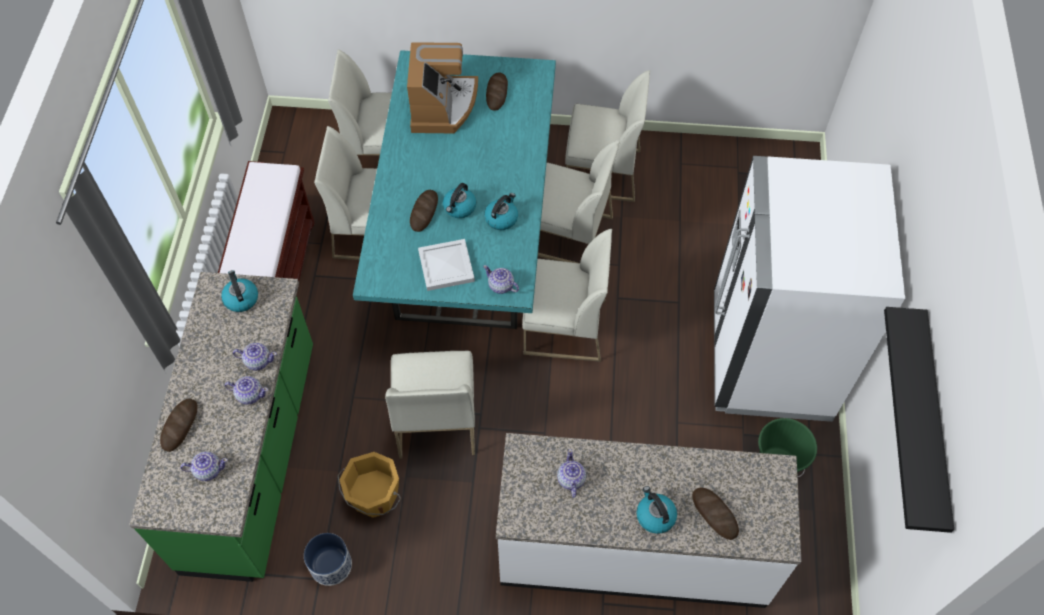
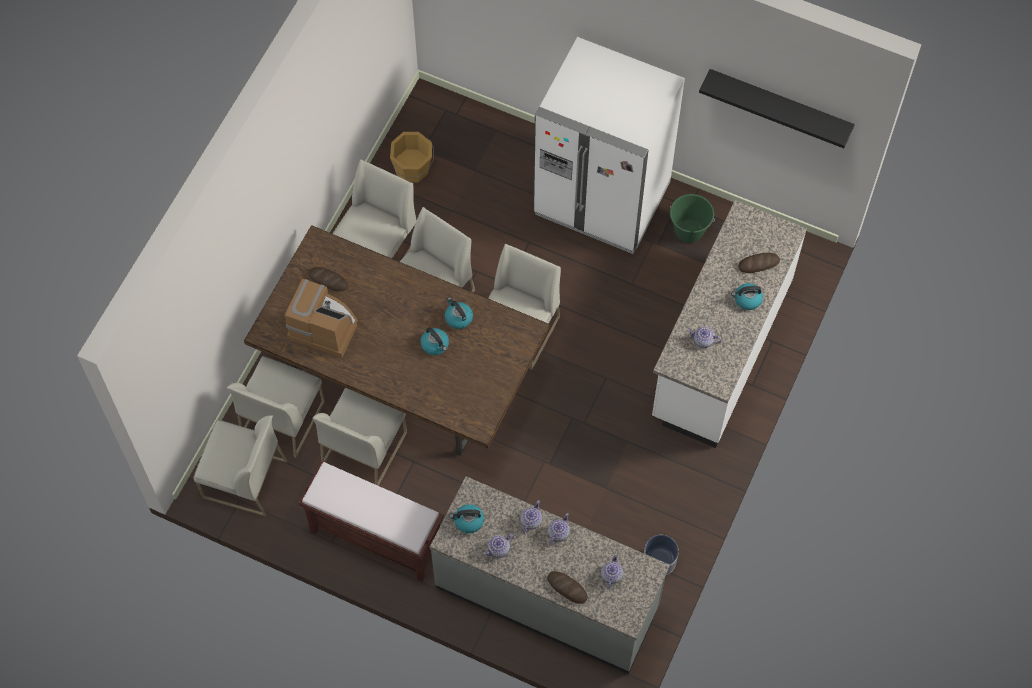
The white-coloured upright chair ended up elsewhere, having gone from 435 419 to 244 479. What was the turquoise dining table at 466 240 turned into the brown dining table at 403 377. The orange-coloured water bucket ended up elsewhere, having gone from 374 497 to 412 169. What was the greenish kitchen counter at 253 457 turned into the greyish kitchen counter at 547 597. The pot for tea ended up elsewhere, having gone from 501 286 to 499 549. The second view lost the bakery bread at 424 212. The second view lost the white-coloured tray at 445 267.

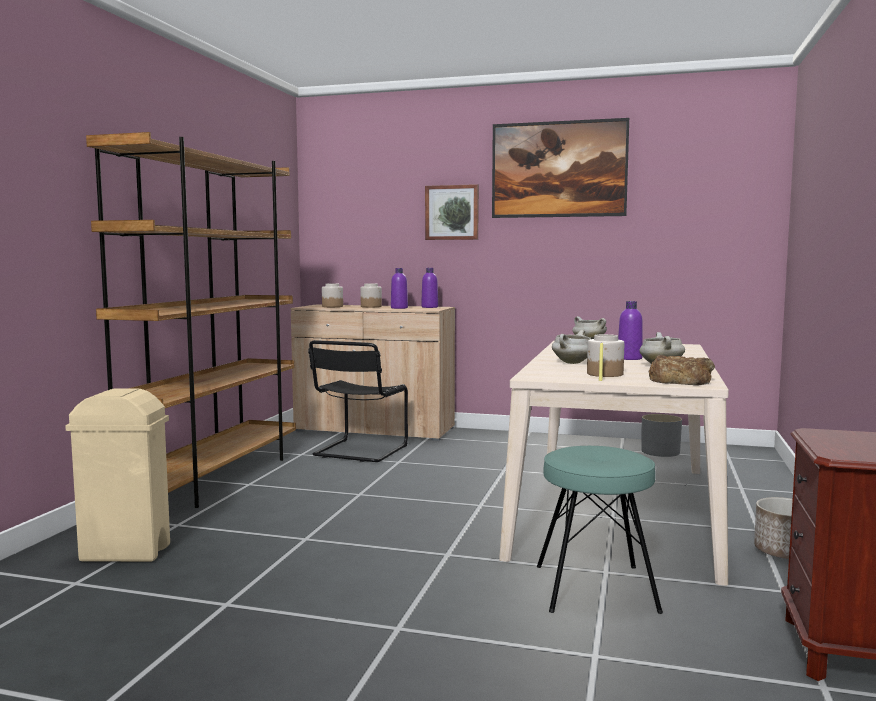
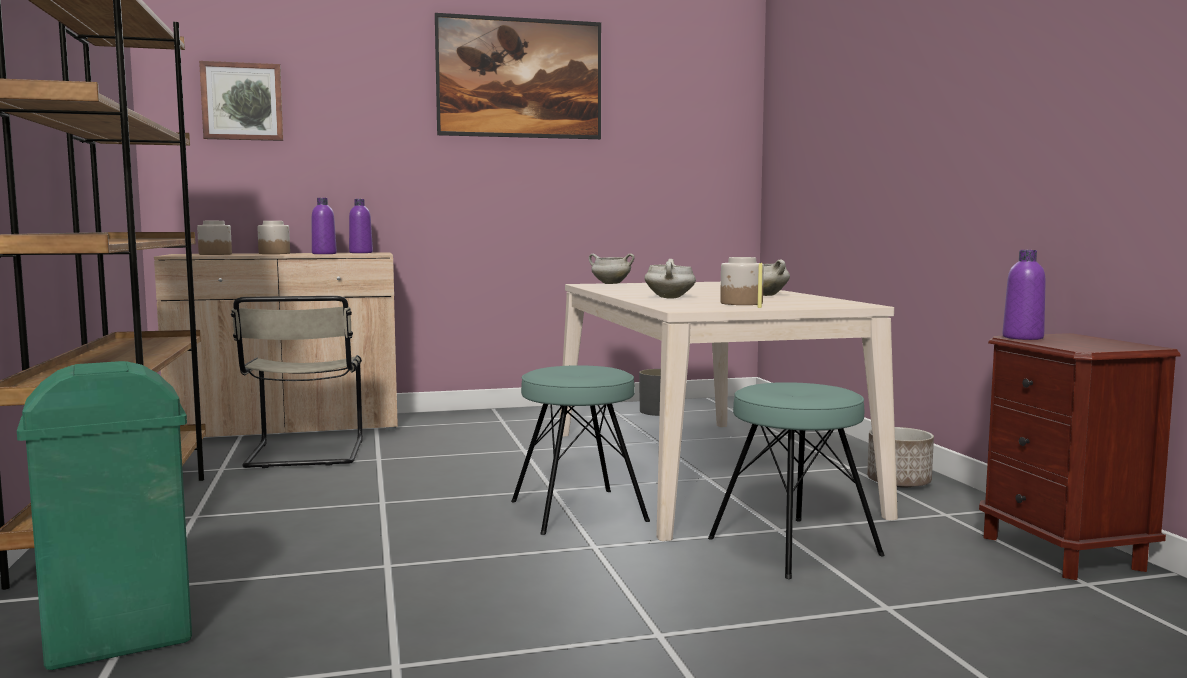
What was the sand-coloured waste bin at 126 553 turned into the greenish waste bin at 121 641. The wall art ended up elsewhere, having gone from 452 212 to 242 102. What was the blackish upright chair at 358 451 turned into the sand-coloured upright chair at 304 455. The second view gained the turquoise sitting stool at 578 511. The purple beverage bottle ended up elsewhere, having gone from 629 358 to 1022 337. The second view lost the bakery bread at 680 380.

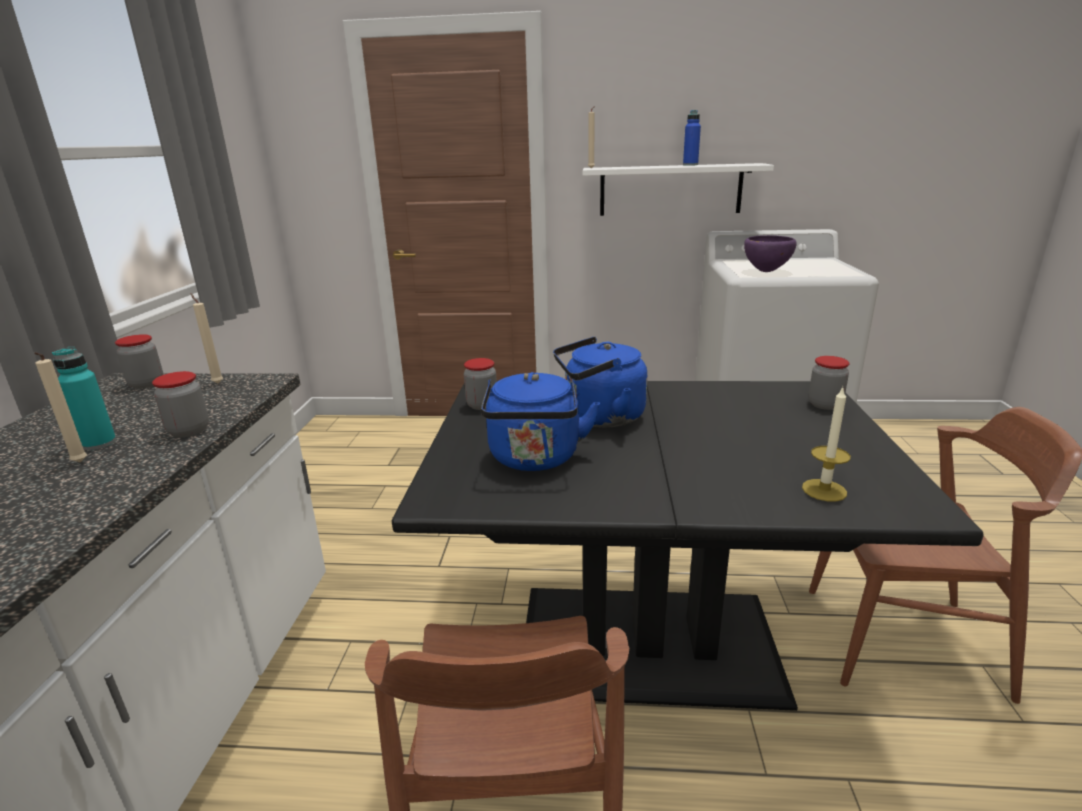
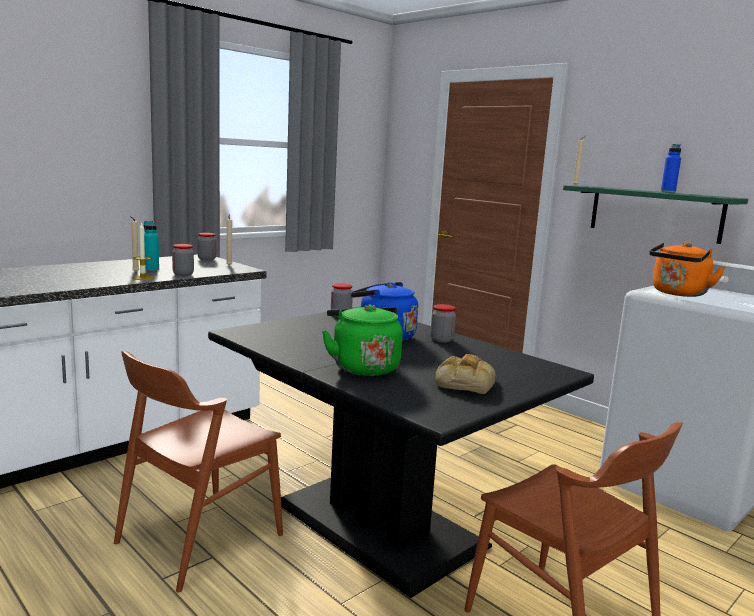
The wax light ended up elsewhere, having gone from 824 490 to 143 278. The second view gained the greenish tea kettle at 363 367. The storage jar ended up elsewhere, having gone from 824 404 to 441 339. The second view gained the bakery bread at 464 382. What was the white-coloured bracket shelf at 670 190 turned into the greenish bracket shelf at 654 213. Where the purple deep dish stood at 766 271, the orange-coloured tea kettle came to stand at 678 294. The second view lost the blue-coloured tea kettle at 535 459.

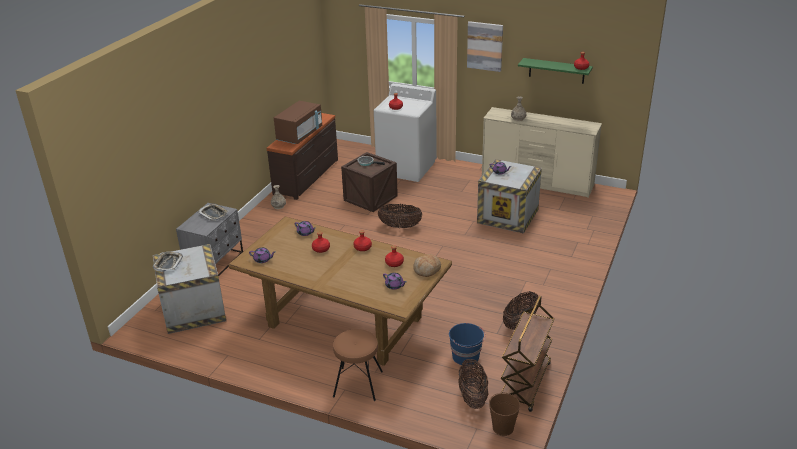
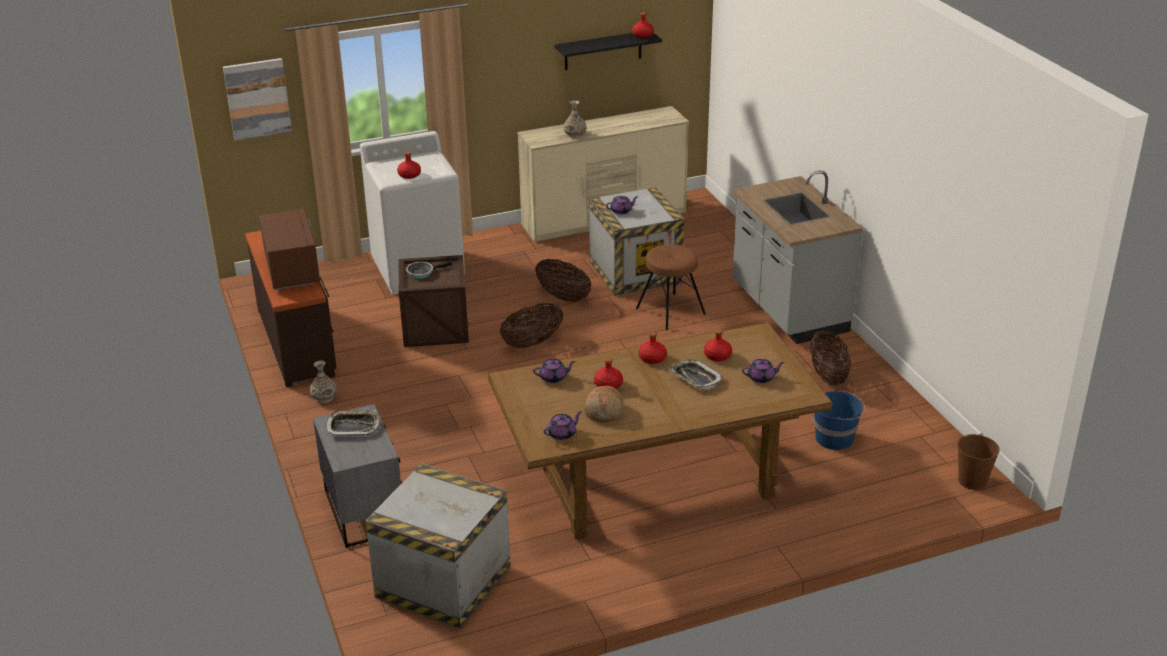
The wall art ended up elsewhere, having gone from 485 46 to 257 98. The household basket ended up elsewhere, having gone from 472 397 to 563 297. What was the greenish bracket shelf at 556 71 turned into the blackish bracket shelf at 603 50. The bakery bread ended up elsewhere, having gone from 427 270 to 604 411. The brown sitting stool ended up elsewhere, having gone from 358 384 to 670 311. The tray ended up elsewhere, having gone from 168 263 to 695 378. The second view gained the greyish kitchen counter at 787 310. The second view lost the brown wheeled cart at 525 384.

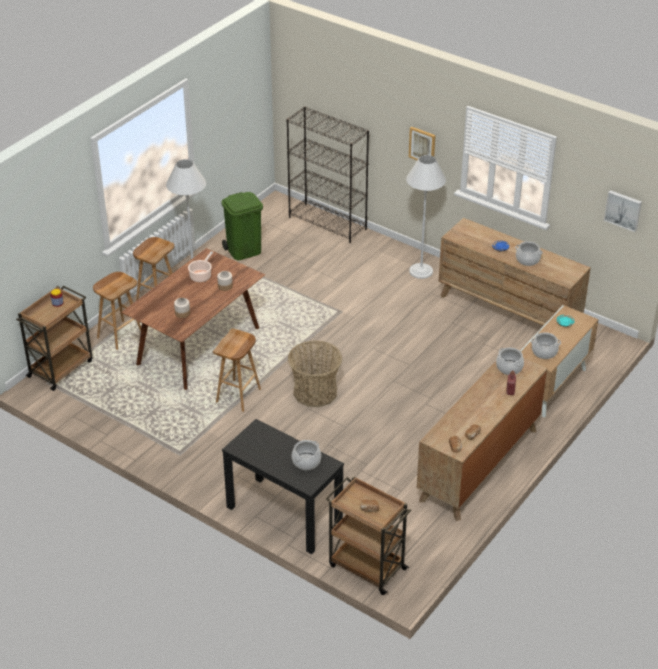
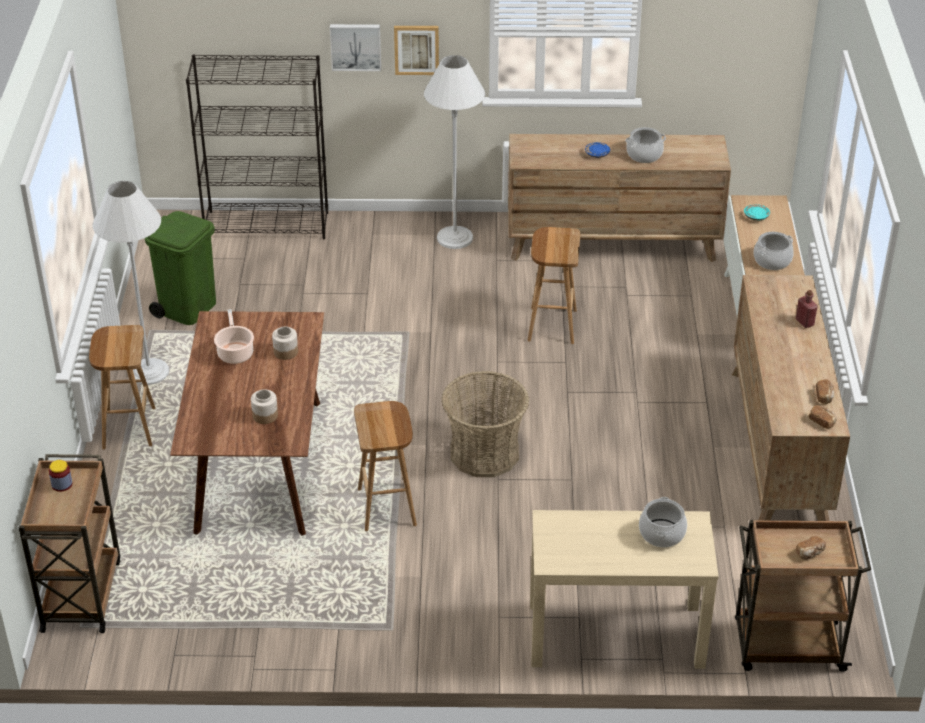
The wall art ended up elsewhere, having gone from 623 210 to 355 46. The brown sitting stool ended up elsewhere, having gone from 120 335 to 551 325. What was the blackish narrow table at 283 514 turned into the sand-coloured narrow table at 615 635. The second view lost the cooking pot at 509 368.

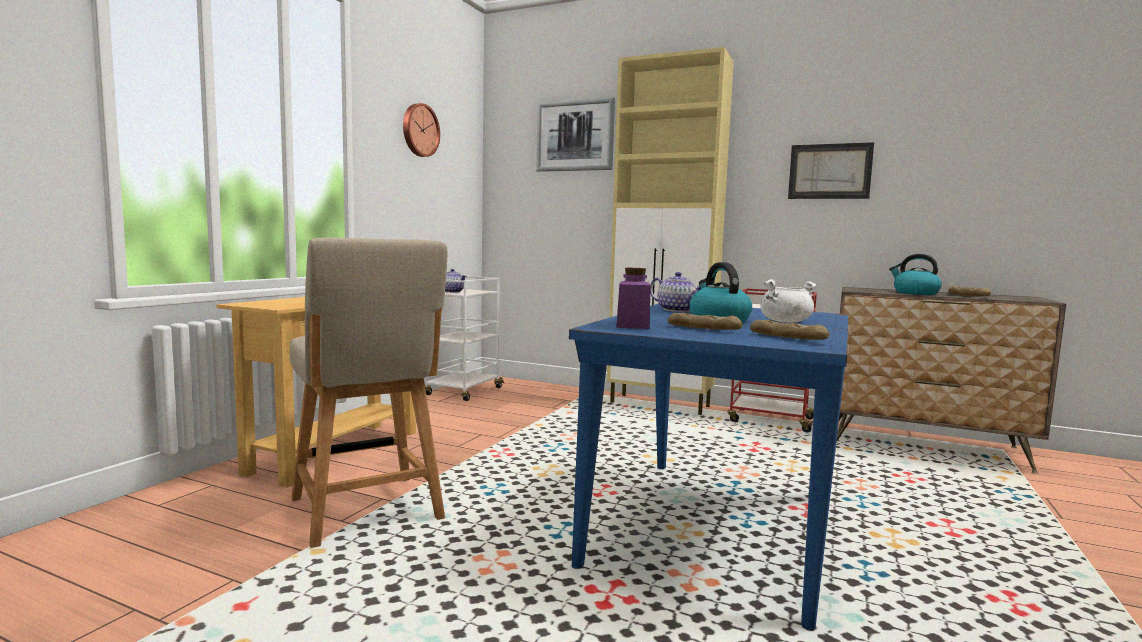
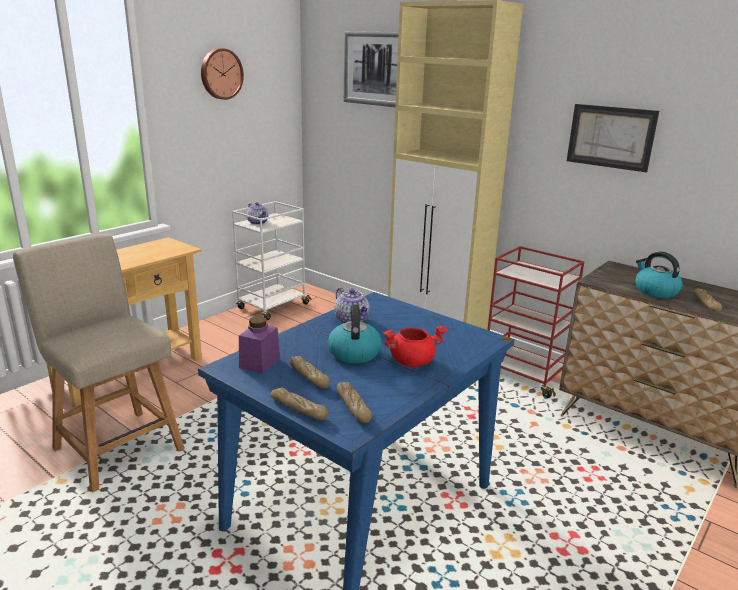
The sand-coloured upright chair at 368 512 ended up facing another way, 150 degrees clockwise from before. The second view gained the bakery bread at 298 409. What was the white-coloured cooking pot at 785 322 turned into the red cooking pot at 412 361.

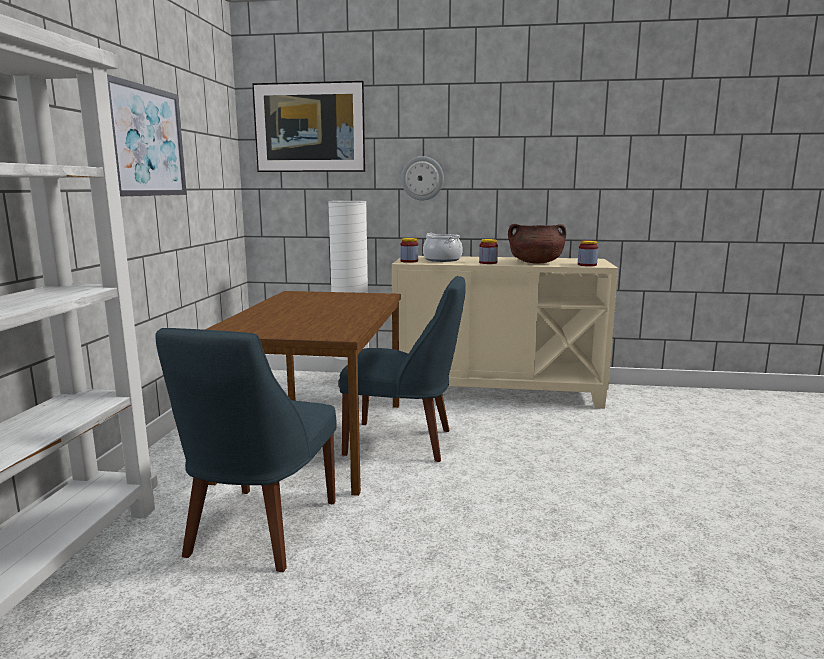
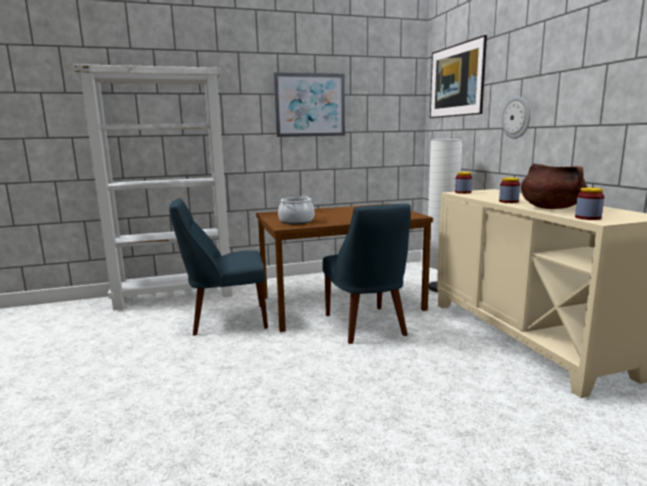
The cooking pot ended up elsewhere, having gone from 442 260 to 296 221.

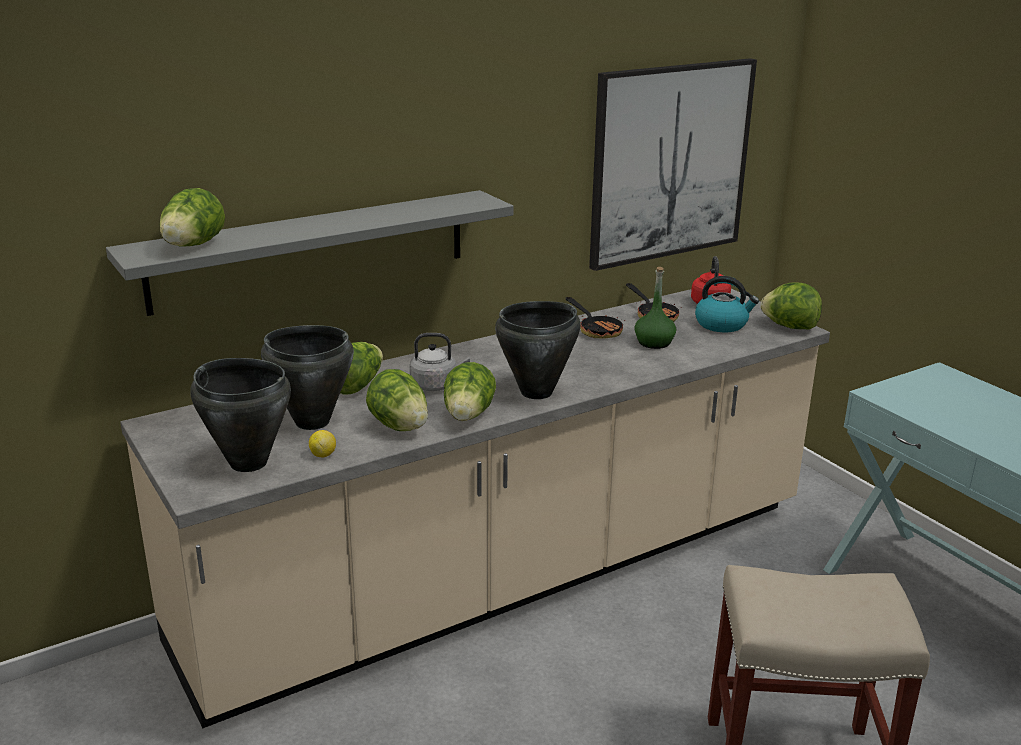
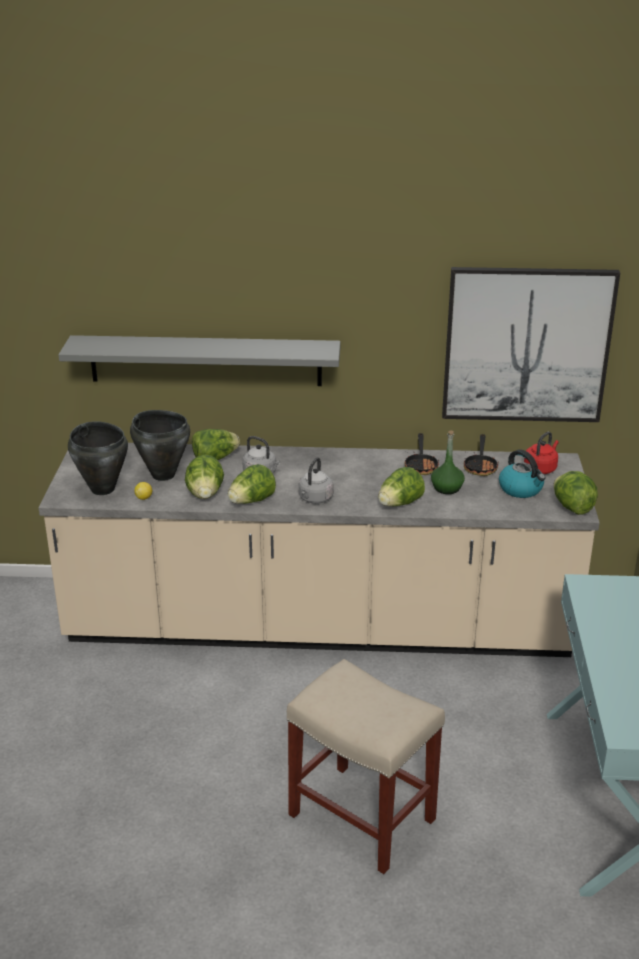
Where the blackish cooking pot stood at 537 392, the greyish tea kettle came to stand at 315 499. The lettuce ended up elsewhere, having gone from 192 246 to 400 504.

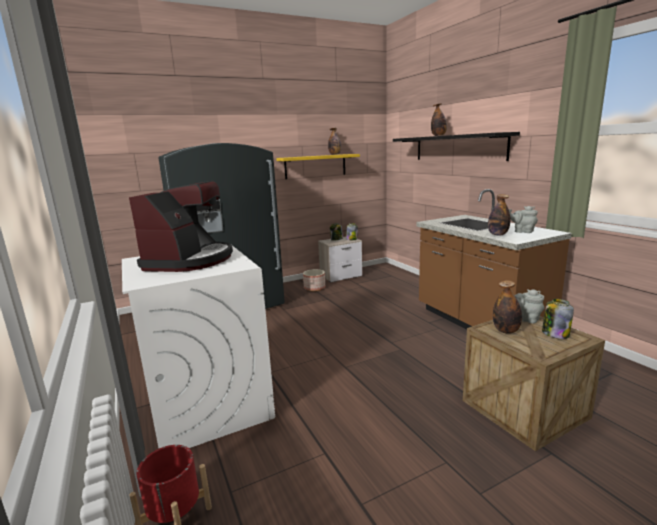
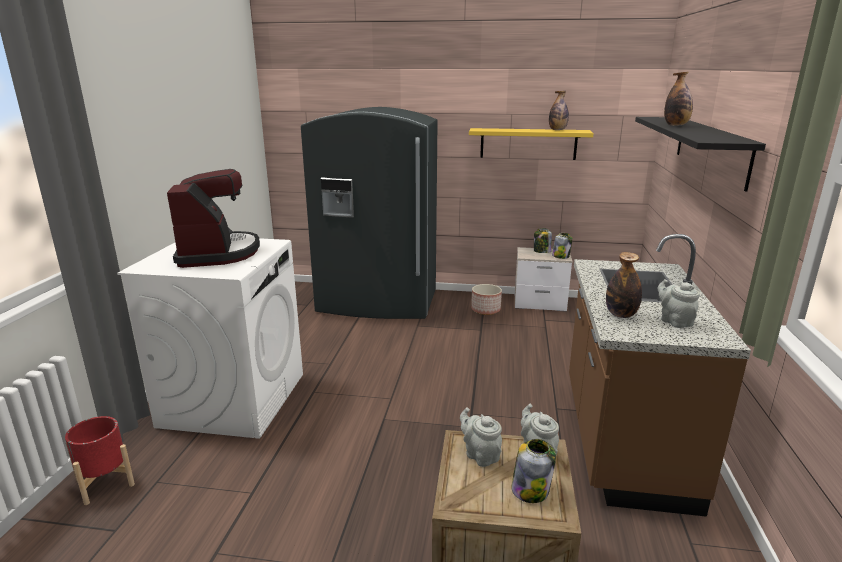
The coffee machine at 190 260 ended up facing another way, 60 degrees counterclockwise from before. Where the beverage bottle stood at 506 331, the greyish pot for tea came to stand at 480 455.

